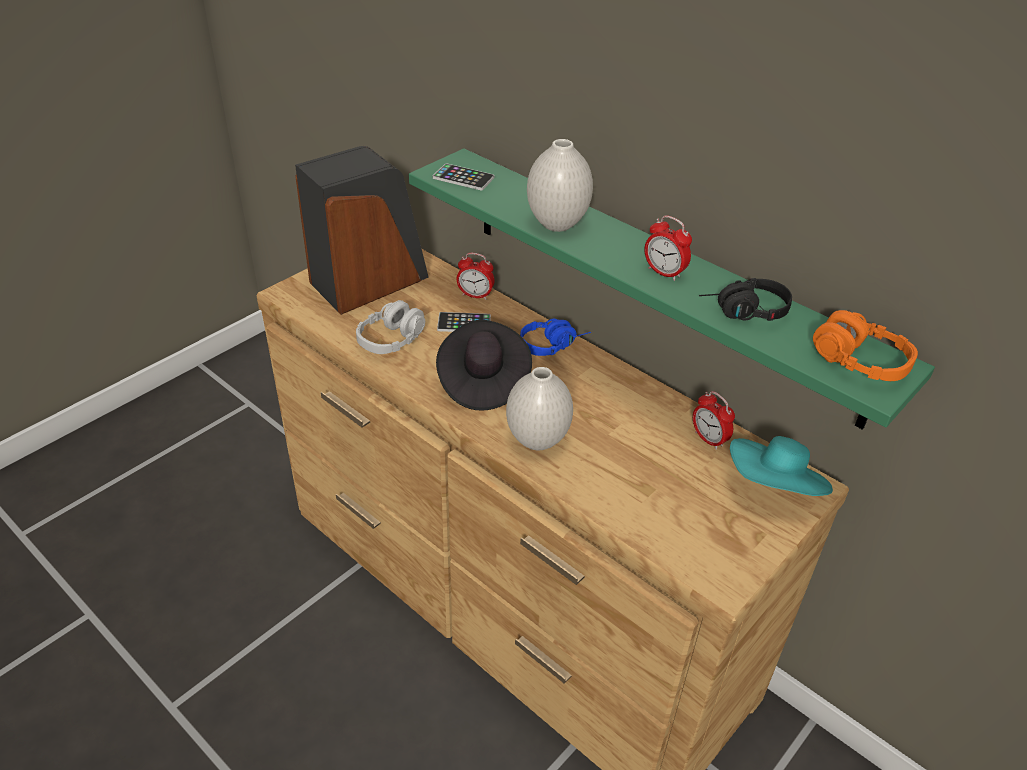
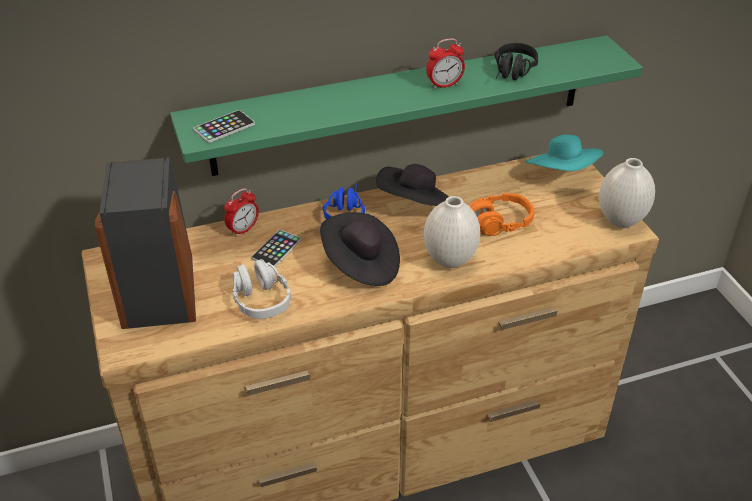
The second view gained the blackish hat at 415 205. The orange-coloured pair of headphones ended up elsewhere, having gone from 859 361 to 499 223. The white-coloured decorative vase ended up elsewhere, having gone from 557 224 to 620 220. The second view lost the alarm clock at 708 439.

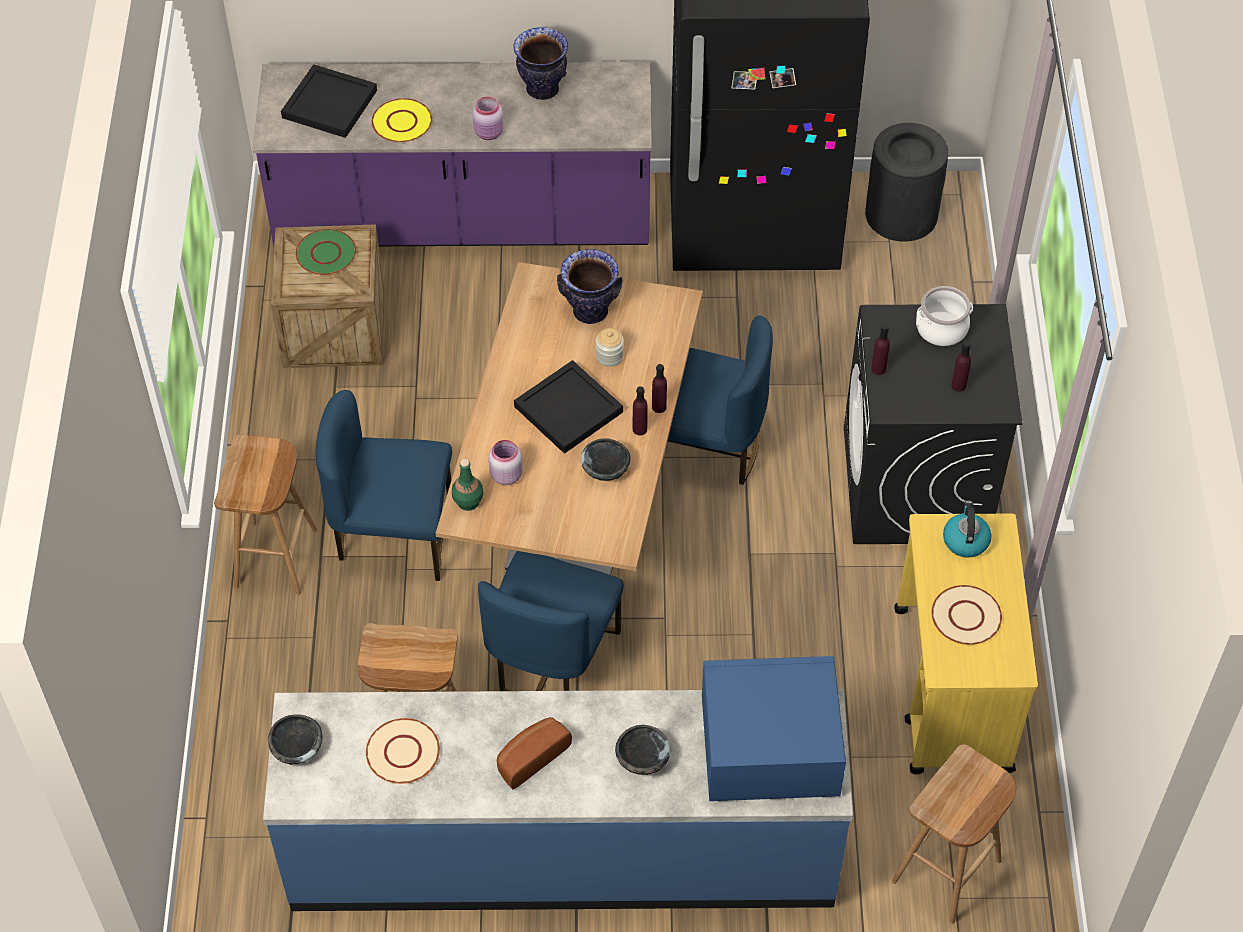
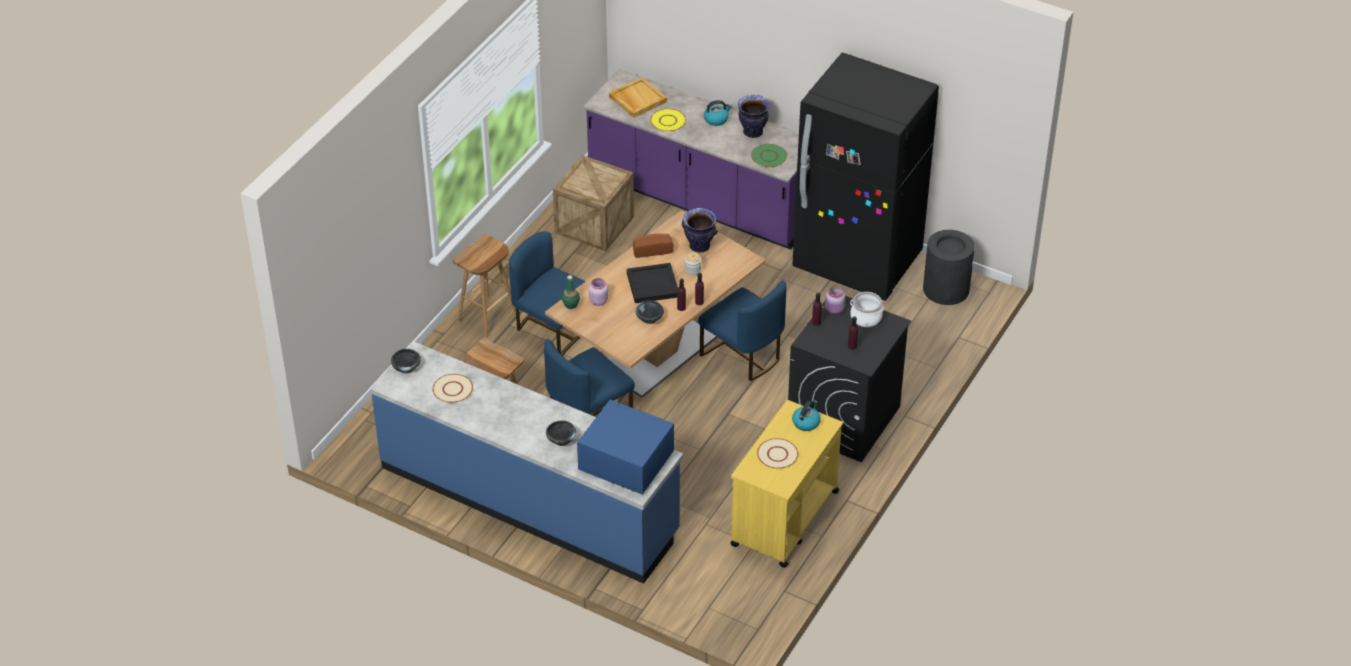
What was the blackish tray at 328 104 turned into the sand-coloured tray at 637 99. The bakery bread ended up elsewhere, having gone from 530 757 to 652 250. The second view gained the tea kettle at 716 119. The greenish plate ended up elsewhere, having gone from 326 253 to 769 156. The pink-coloured storage jar ended up elsewhere, having gone from 489 133 to 834 310. The second view lost the brown sitting stool at 946 872.

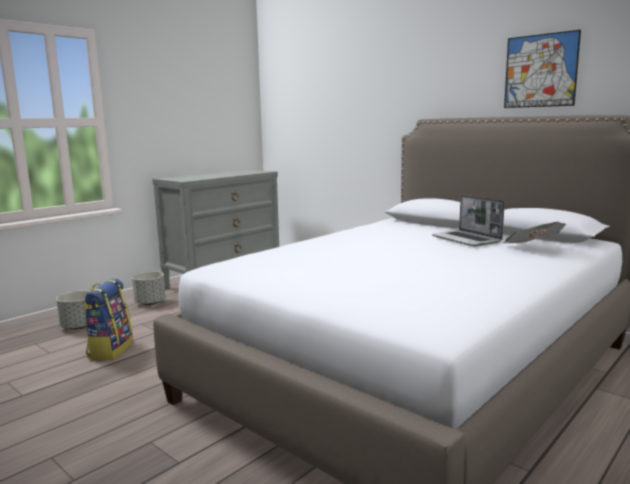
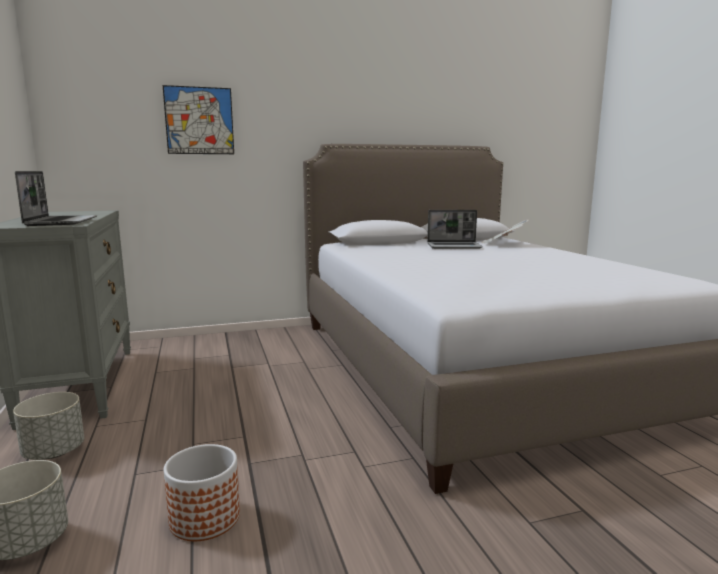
The second view gained the laptop at 61 222. The wall art ended up elsewhere, having gone from 540 71 to 199 121. Where the knapsack stood at 110 350, the flower pot came to stand at 204 518.

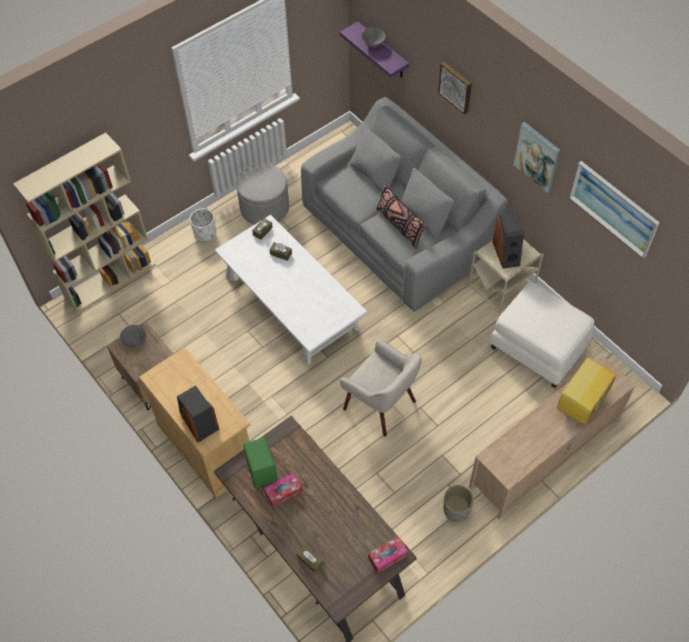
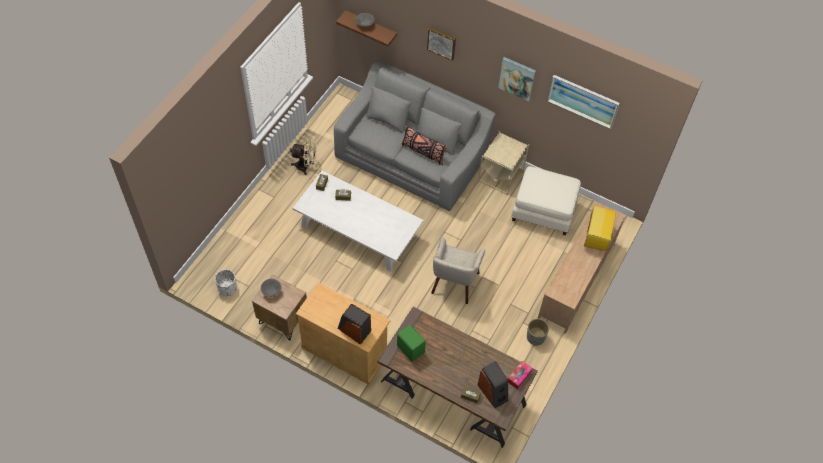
The white-coloured flower pot ended up elsewhere, having gone from 205 233 to 227 288. Where the greyish ottoman stood at 264 208, the sand-coloured cooling fan came to stand at 306 166. What was the purple bracket shelf at 383 51 turned into the brown bracket shelf at 371 28. The sand-coloured easy chair at 380 404 ended up facing another way, 90 degrees clockwise from before. The speaker ended up elsewhere, having gone from 507 253 to 493 392. The second view lost the sand-coloured shelving unit at 110 279. The second view lost the tissue holder at 283 492.

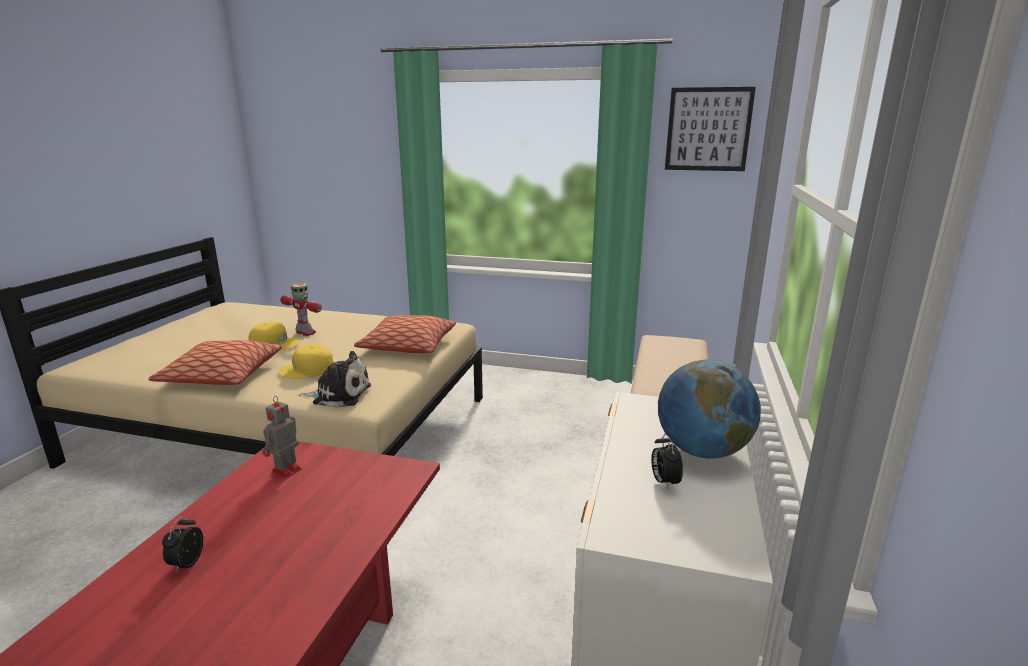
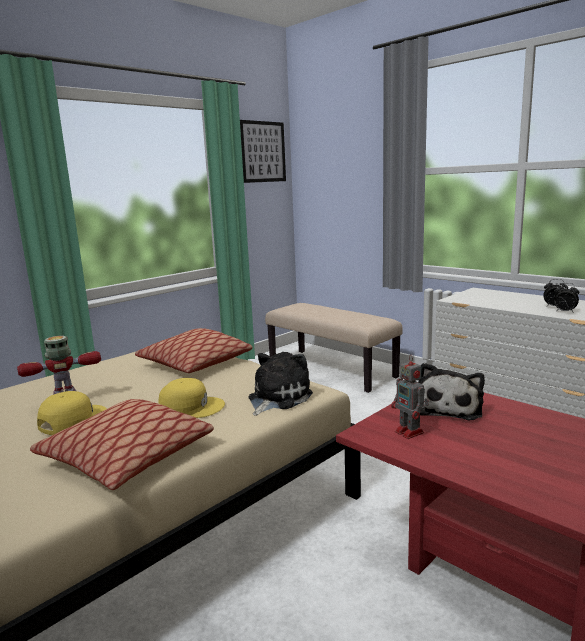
The yellowish baseball cap at 308 370 ended up facing another way, 105 degrees counterclockwise from before. The second view gained the plush toy at 449 408. The alarm clock ended up elsewhere, having gone from 187 563 to 564 312. The second view lost the world globe at 702 451.

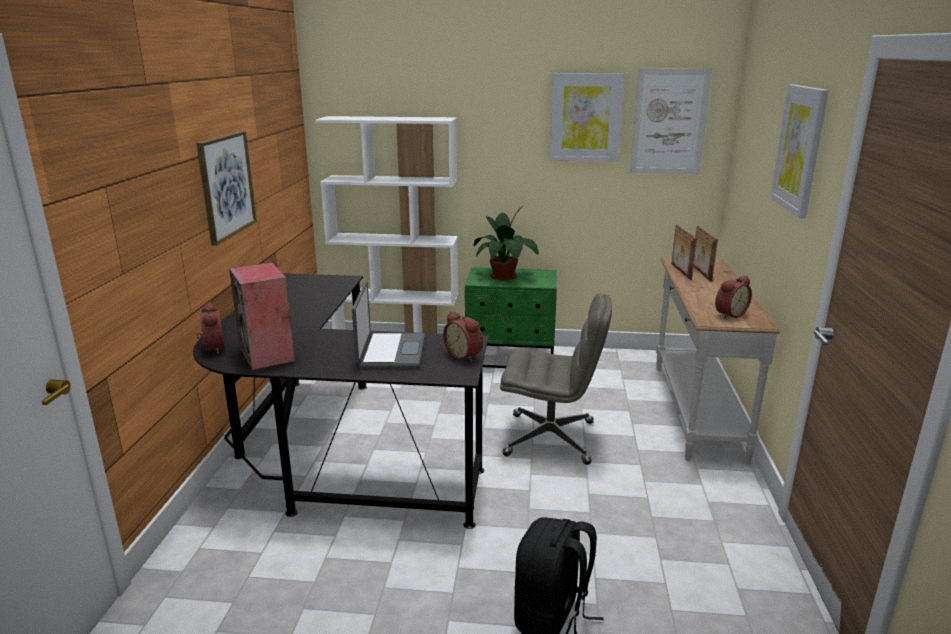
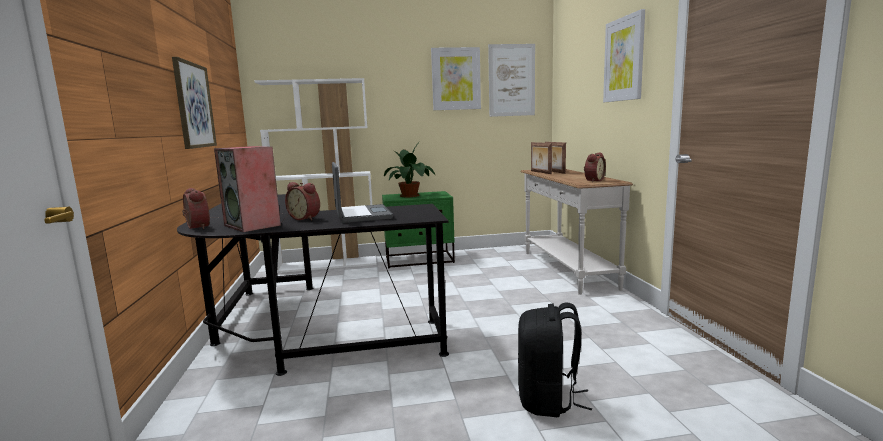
The alarm clock ended up elsewhere, having gone from 465 355 to 305 218. The second view lost the greyish computer chair at 551 438.

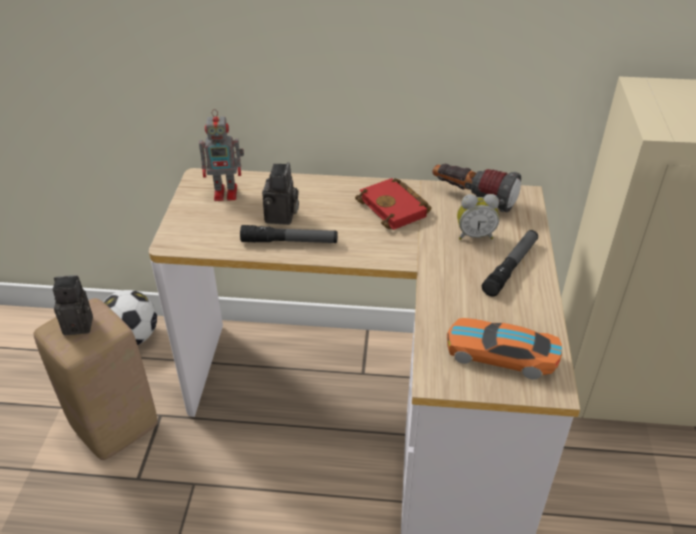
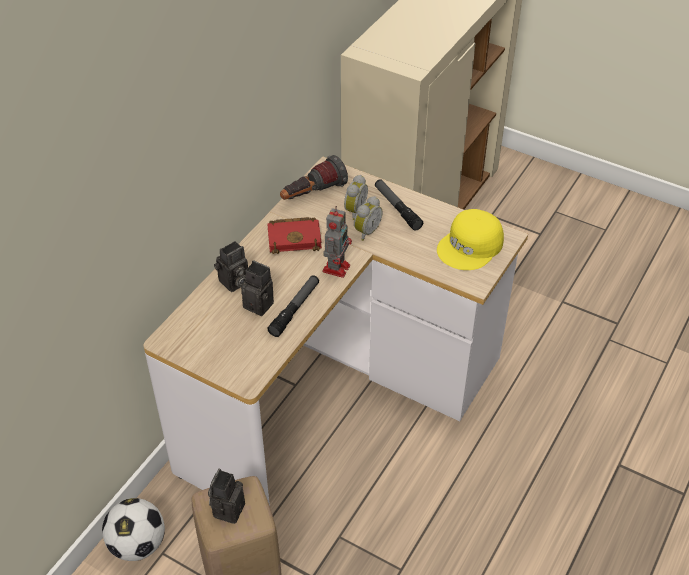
The second view gained the still camera at 233 283. The model robot ended up elsewhere, having gone from 227 192 to 336 267. The second view gained the alarm clock at 366 231. Where the toy car stood at 501 354, the yellowish baseball cap came to stand at 471 246.

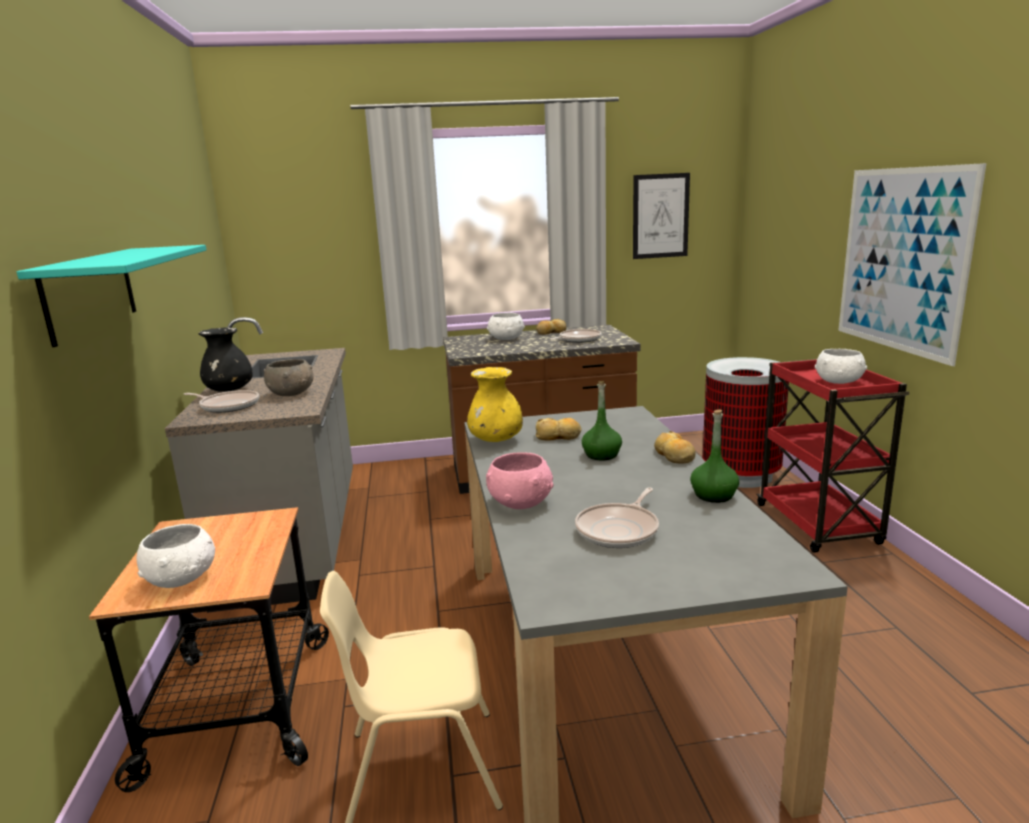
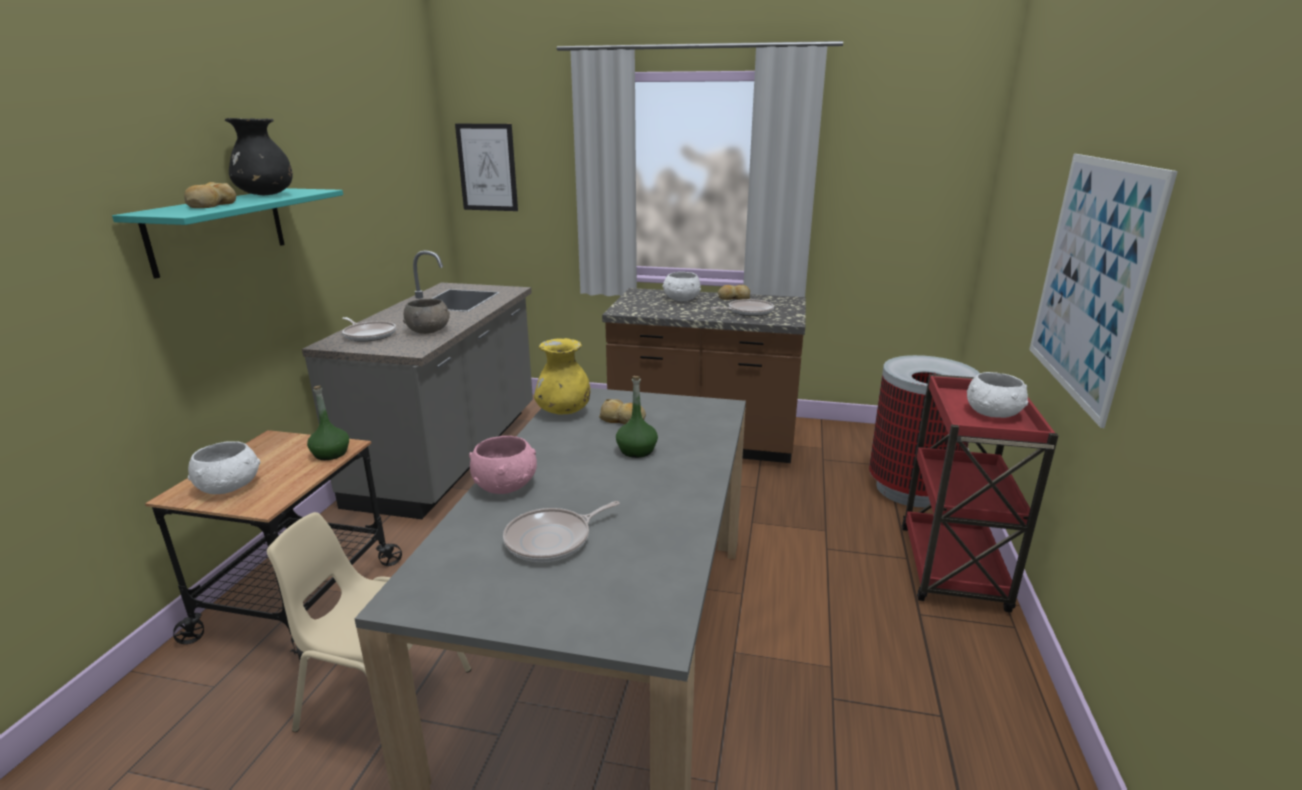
The bakery bread ended up elsewhere, having gone from 674 456 to 211 205. The blackish decorative vase ended up elsewhere, having gone from 229 390 to 266 195. The greenish beverage bottle ended up elsewhere, having gone from 713 495 to 330 454. The wall art ended up elsewhere, having gone from 660 216 to 487 167.

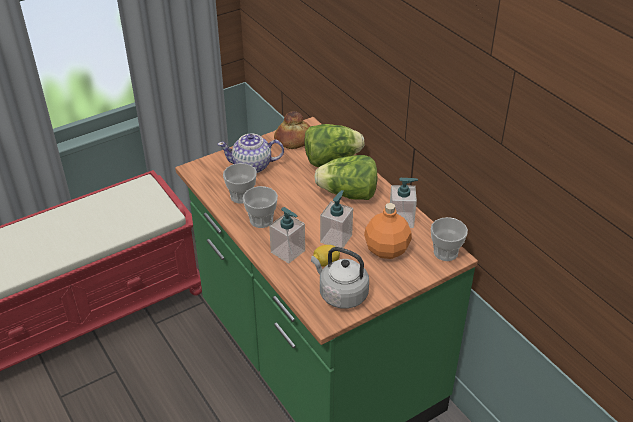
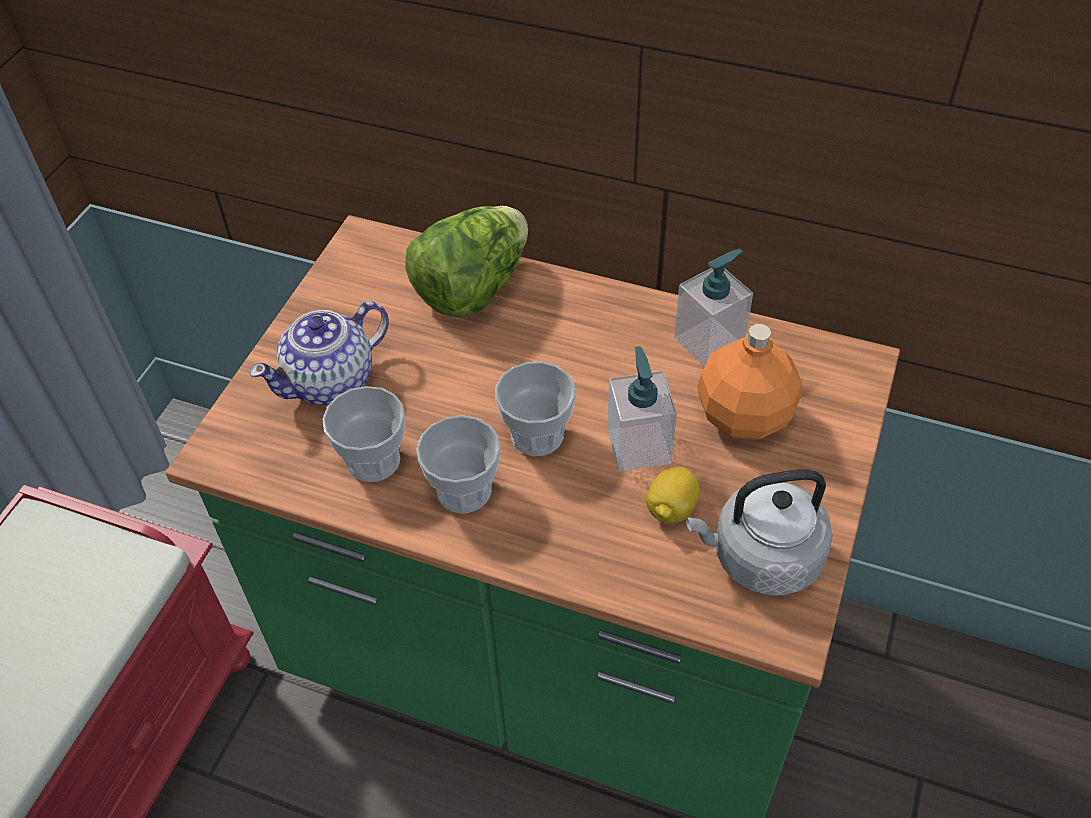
The cup ended up elsewhere, having gone from 445 252 to 537 435. The second view lost the liquid soap bottle at 288 251. The second view lost the bakery bread at 293 140. The second view lost the lettuce at 348 194.

